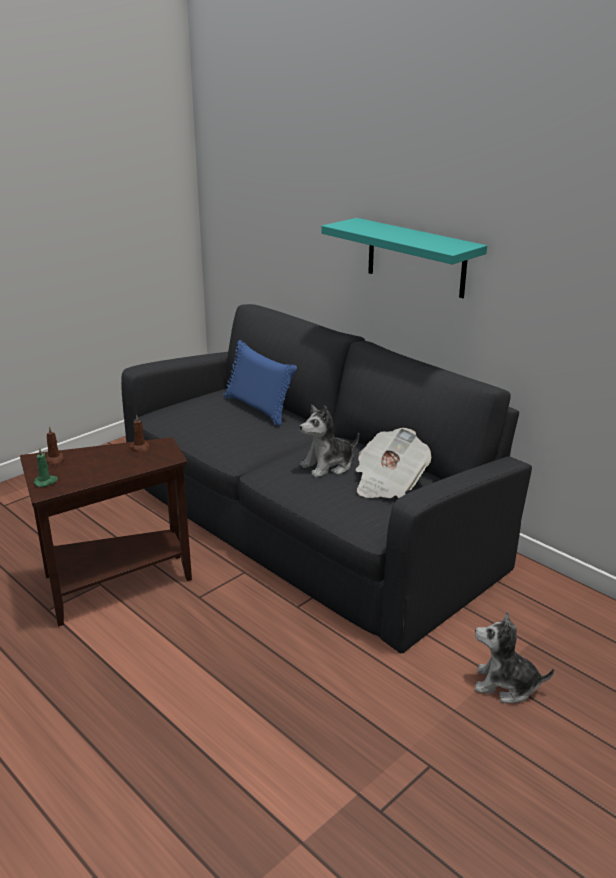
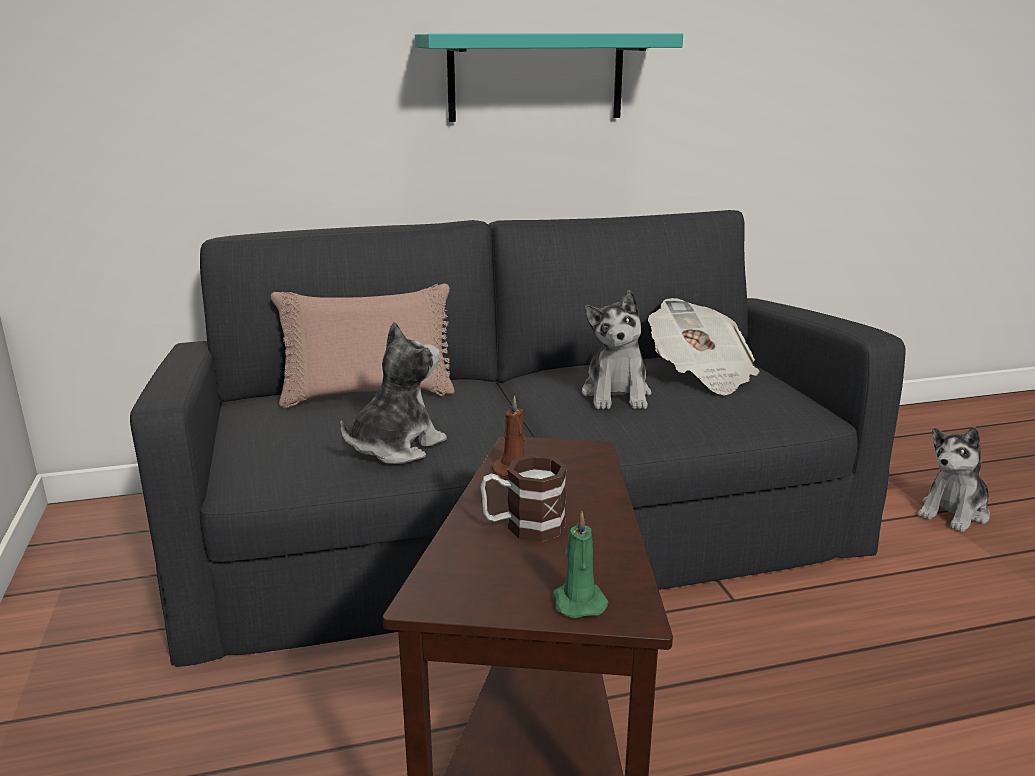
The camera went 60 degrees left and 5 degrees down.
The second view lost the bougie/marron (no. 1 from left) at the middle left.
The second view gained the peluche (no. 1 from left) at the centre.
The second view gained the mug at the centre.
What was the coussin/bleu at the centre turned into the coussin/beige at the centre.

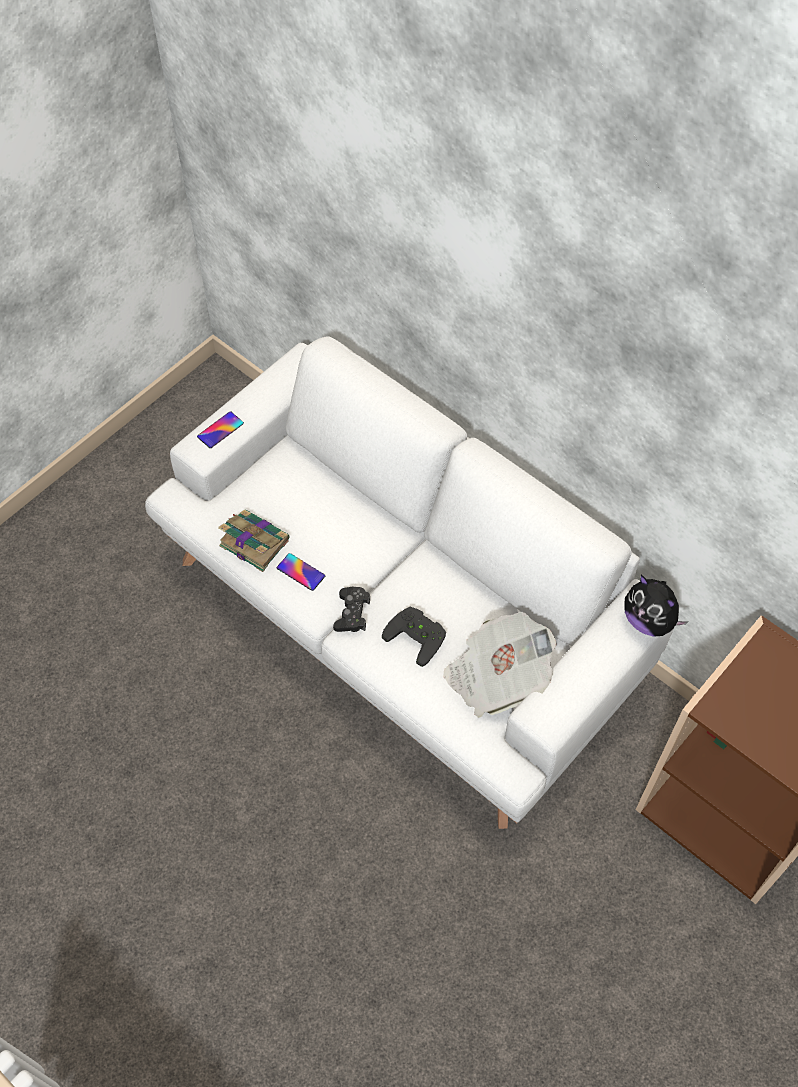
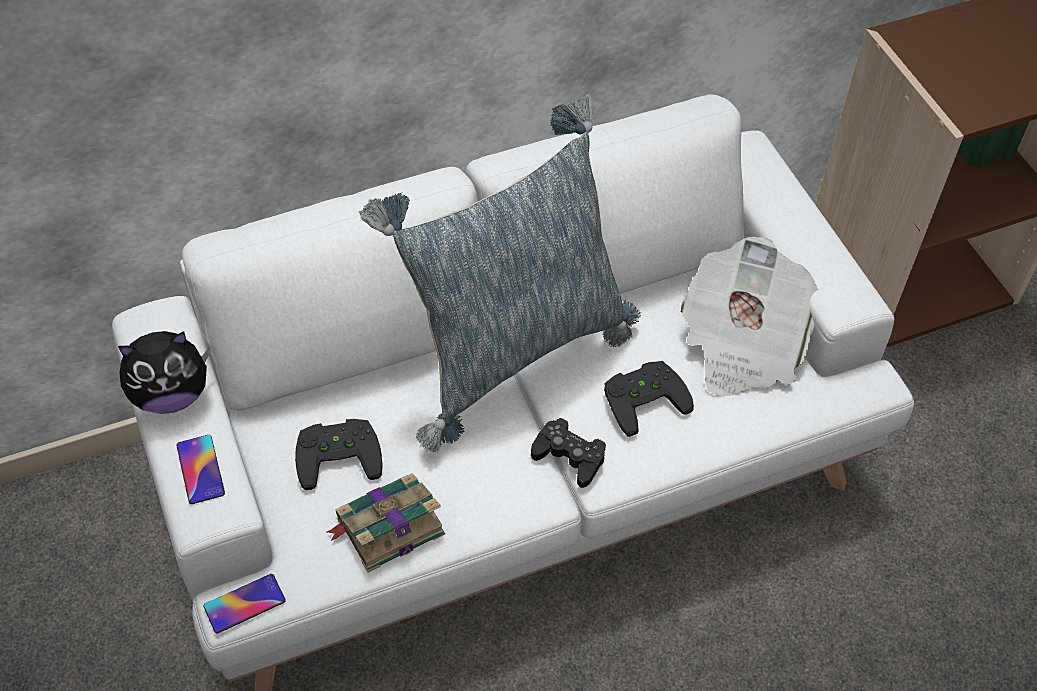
The camera went 65 degrees left and 5 degrees down.
The second view gained the manette/noir (no. 1 from left) at the middle left.
The second view gained the coussin at the centre.
The téléphone (no. 2 from left) ended up elsewhere, having gone from the centre to the bottom left.
The peluche ended up elsewhere, having gone from the middle right to the middle left.

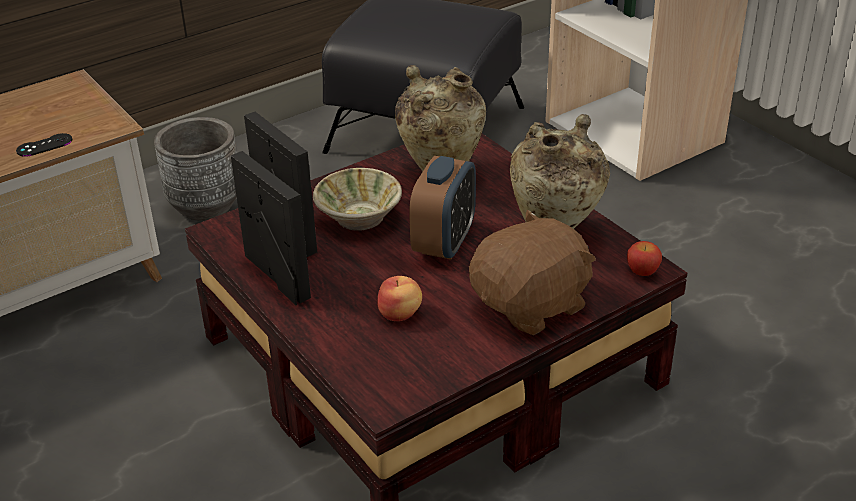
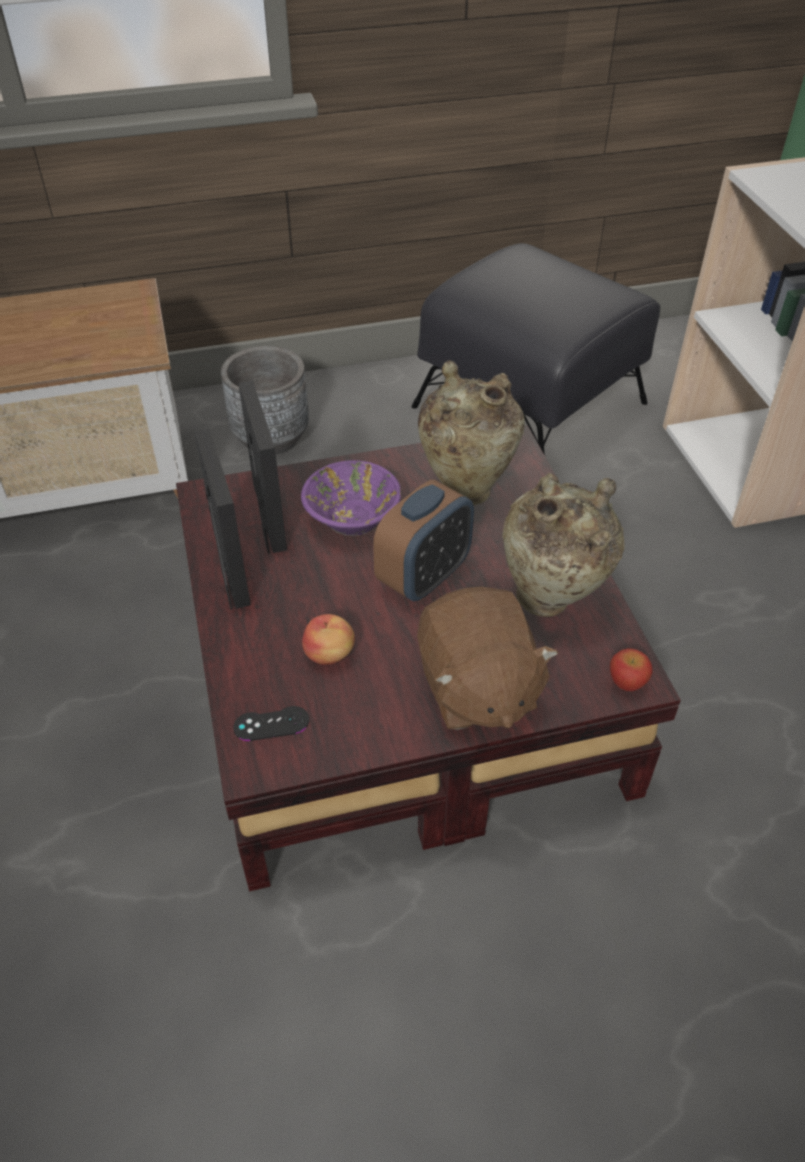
The camera went 20 degrees right and 10 degrees up.
The manette/noir ended up elsewhere, having gone from the top left to the centre.
What was the bol/beige at the centre turned into the bol/violet at the centre.
The peluche/marron at the centre ended up facing another way, 90 degrees clockwise from before.

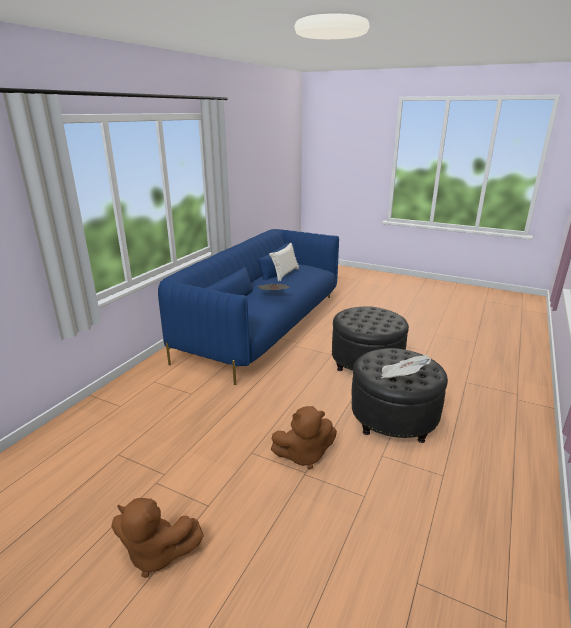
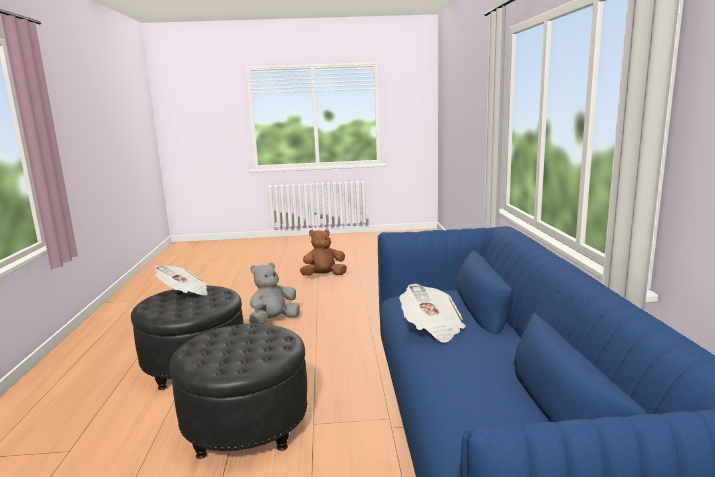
The camera went 150 degrees right and 10 degrees down.
The second view lost the coussin/blanc at the centre.
What was the peluche/marron (no. 2 from left) at the bottom centre turned into the peluche/gris at the centre.

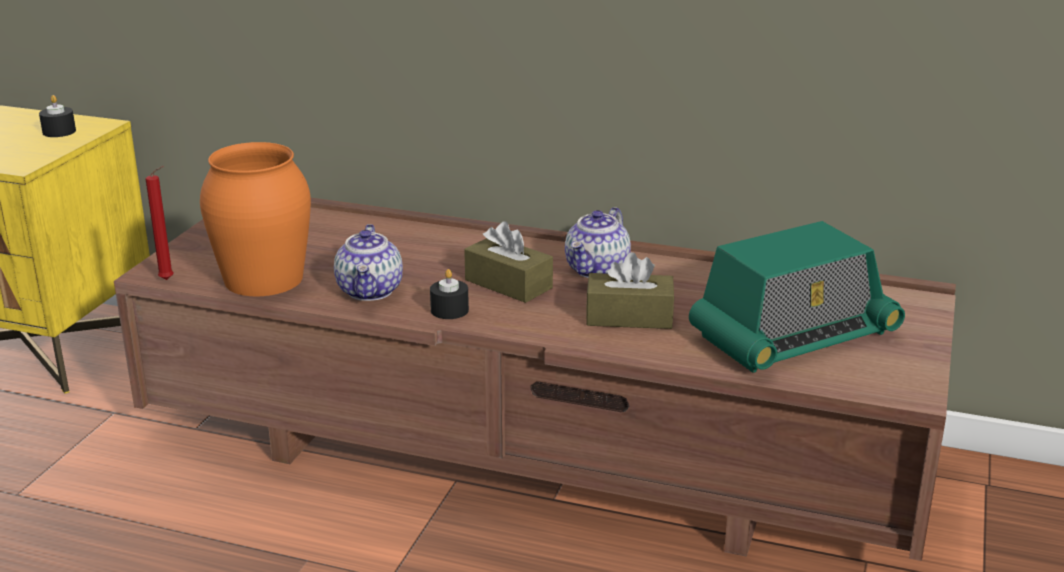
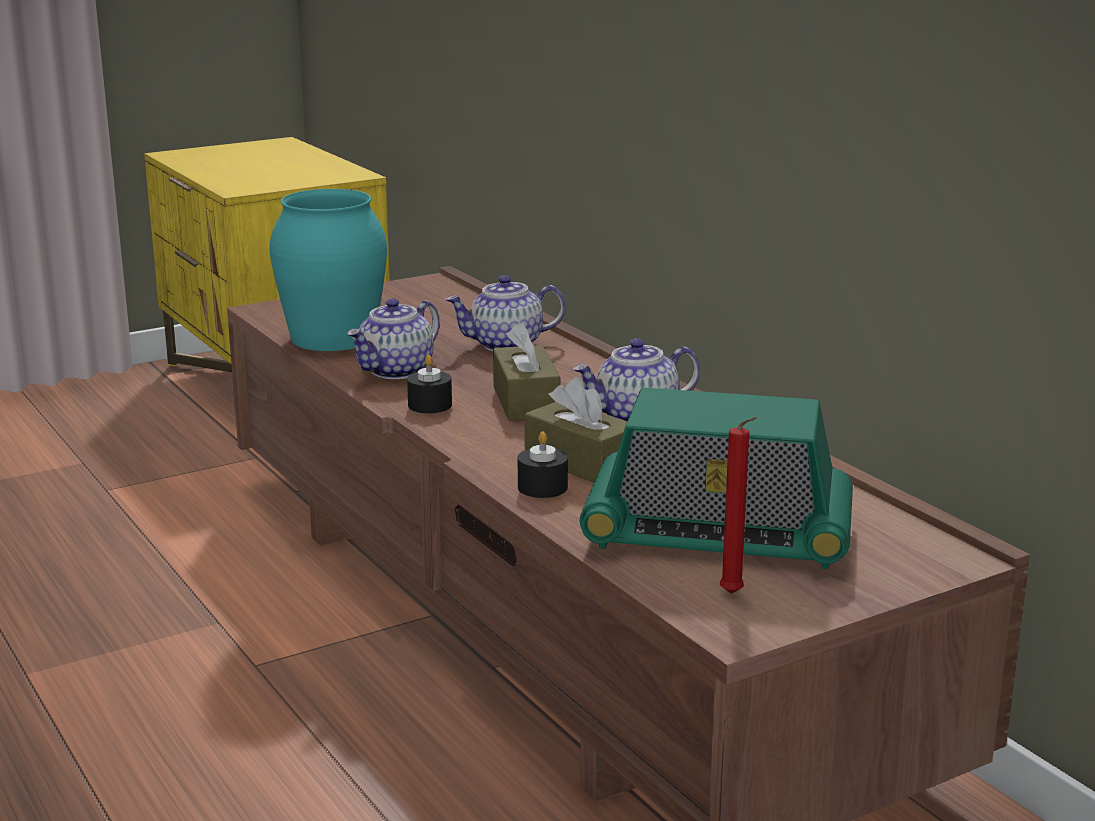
The camera went 40 degrees right and 5 degrees down.
The second view gained the théière (no. 2 from left) at the centre.
The bougie/noir (no. 1 from left in the first image) ended up elsewhere, having gone from the top left to the centre.
The bougie/rouge ended up elsewhere, having gone from the middle left to the middle right.
What was the vase/orange at the middle left turned into the vase/turquoise at the top left.

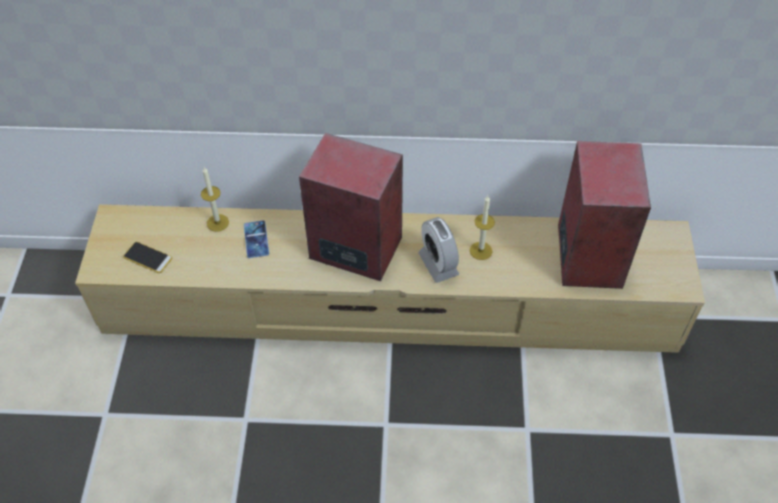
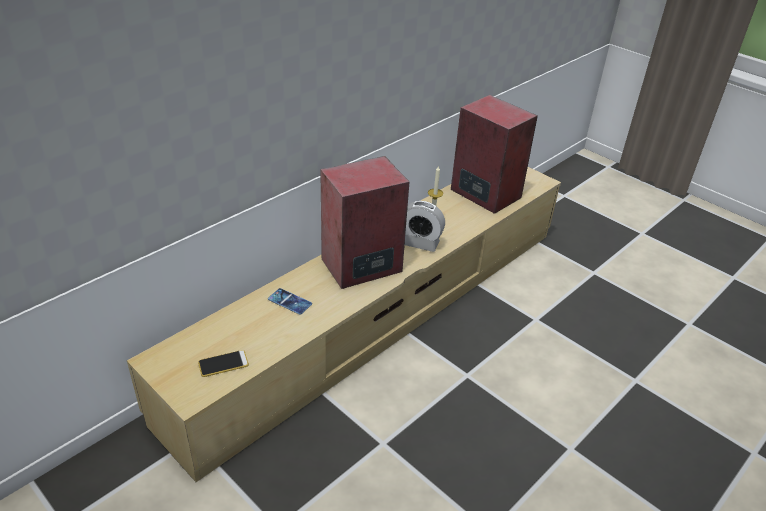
The camera went 50 degrees left and 15 degrees down.
The second view lost the bougie (no. 1 from left) at the middle left.

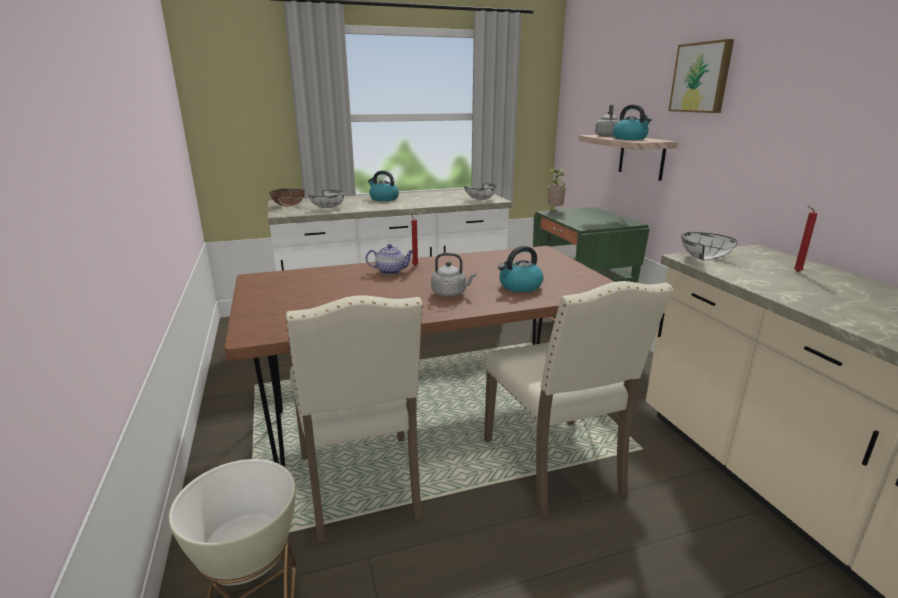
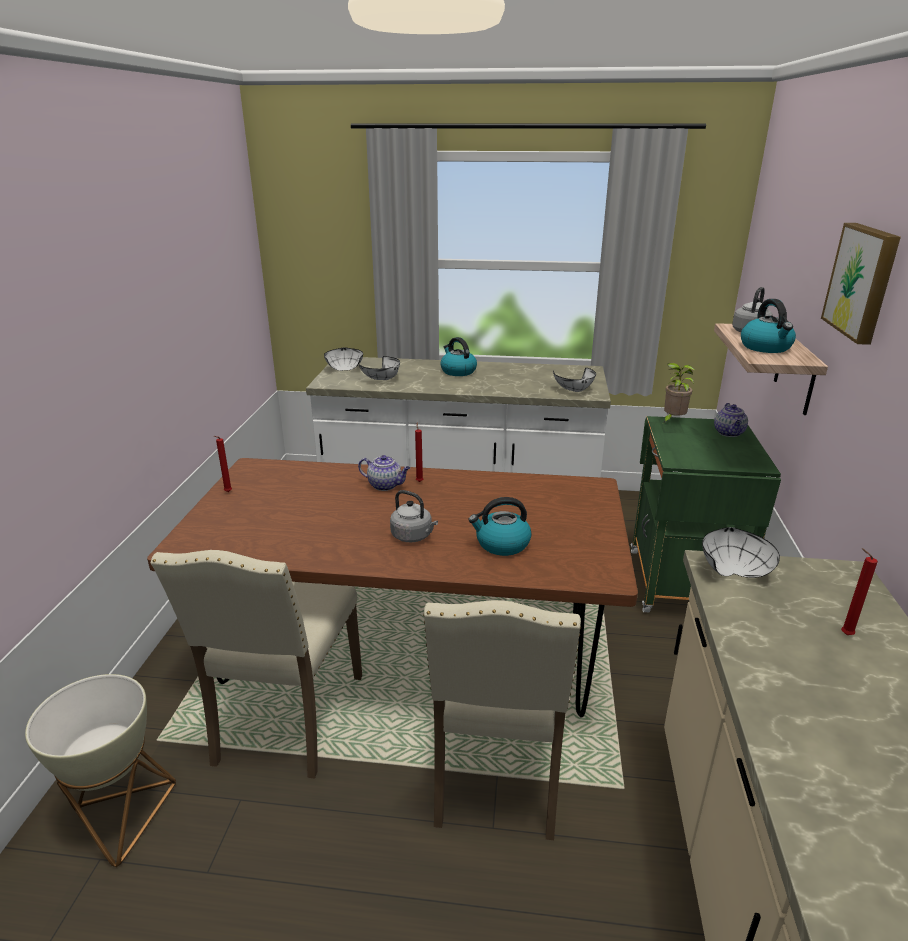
The camera went 25 degrees right and 5 degrees up.
The second view gained the bougie/rouge (no. 1 from left) at the middle left.
The second view gained the théière (no. 2 from left) at the middle right.
What was the bol/marron at the top left turned into the bol/blanc (no. 1 from left) at the centre.

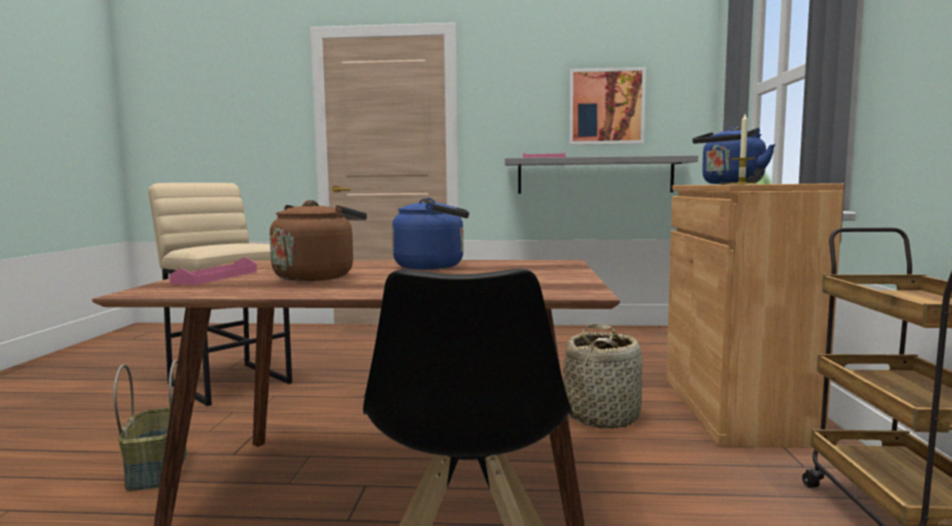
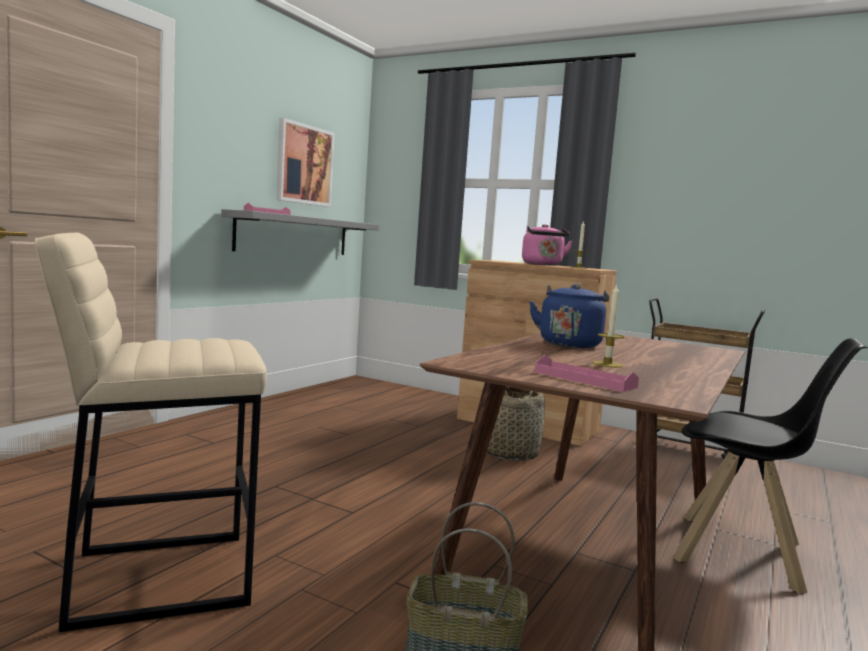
The camera went 65 degrees left and 0 degrees up.
Where the bouilloire/marron stood at the centre, the bougie (no. 2 from left) came to stand at the middle right.
What was the bouilloire/bleu (no. 2 from left) at the top right turned into the bouilloire/rose at the centre.

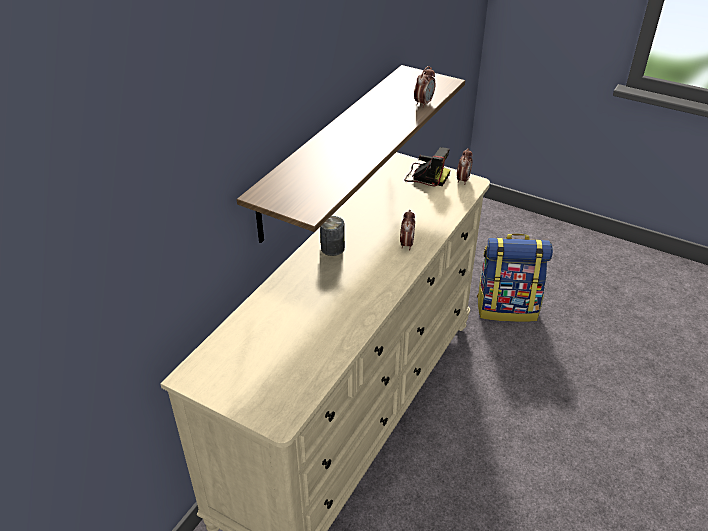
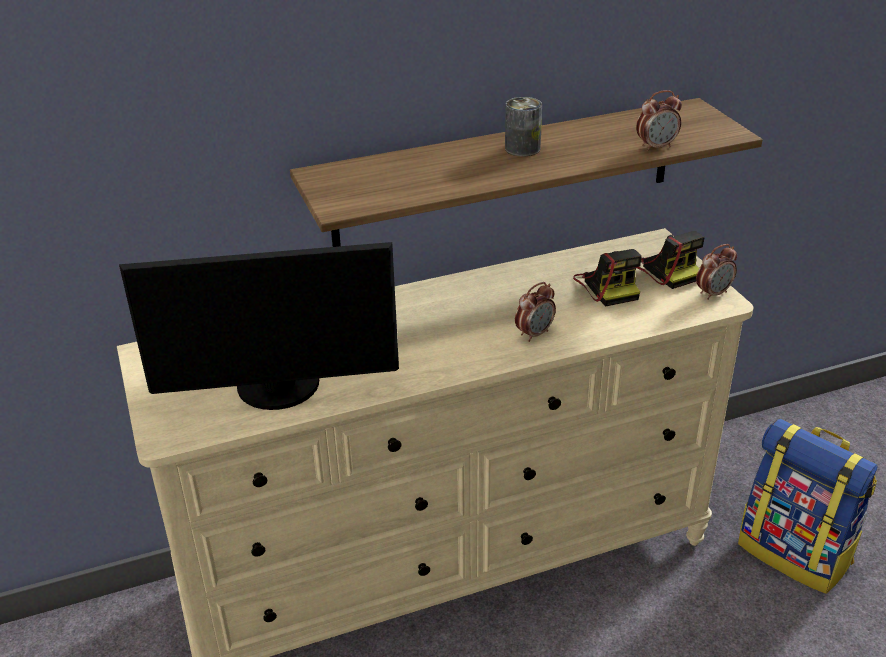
The camera went 40 degrees right and 5 degrees down.
The second view gained the écran d'ordinateur at the middle left.
The second view gained the appareil photo (no. 1 from left) at the middle right.
The boîte métallique ended up elsewhere, having gone from the centre to the top centre.

